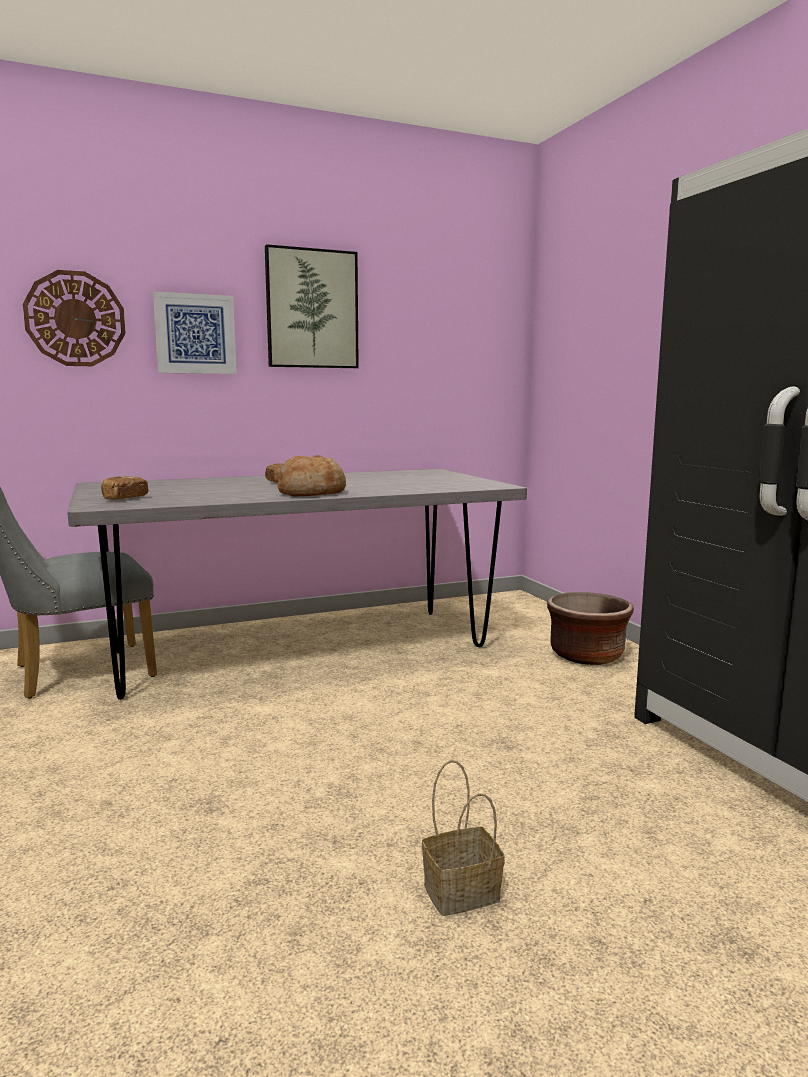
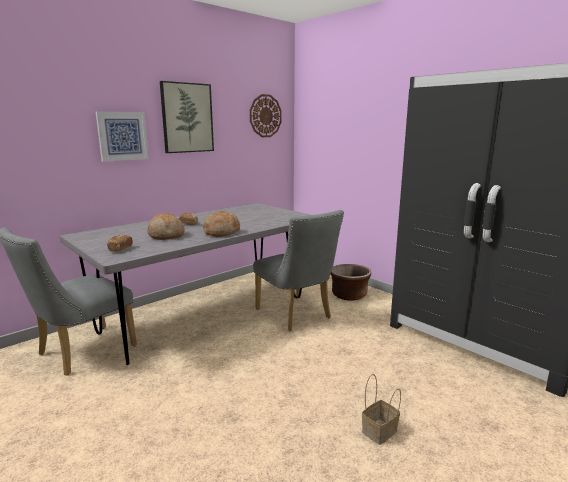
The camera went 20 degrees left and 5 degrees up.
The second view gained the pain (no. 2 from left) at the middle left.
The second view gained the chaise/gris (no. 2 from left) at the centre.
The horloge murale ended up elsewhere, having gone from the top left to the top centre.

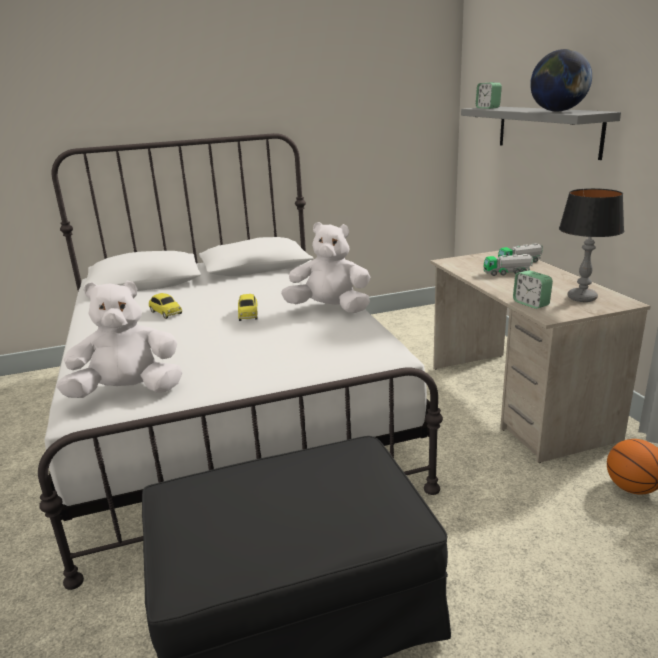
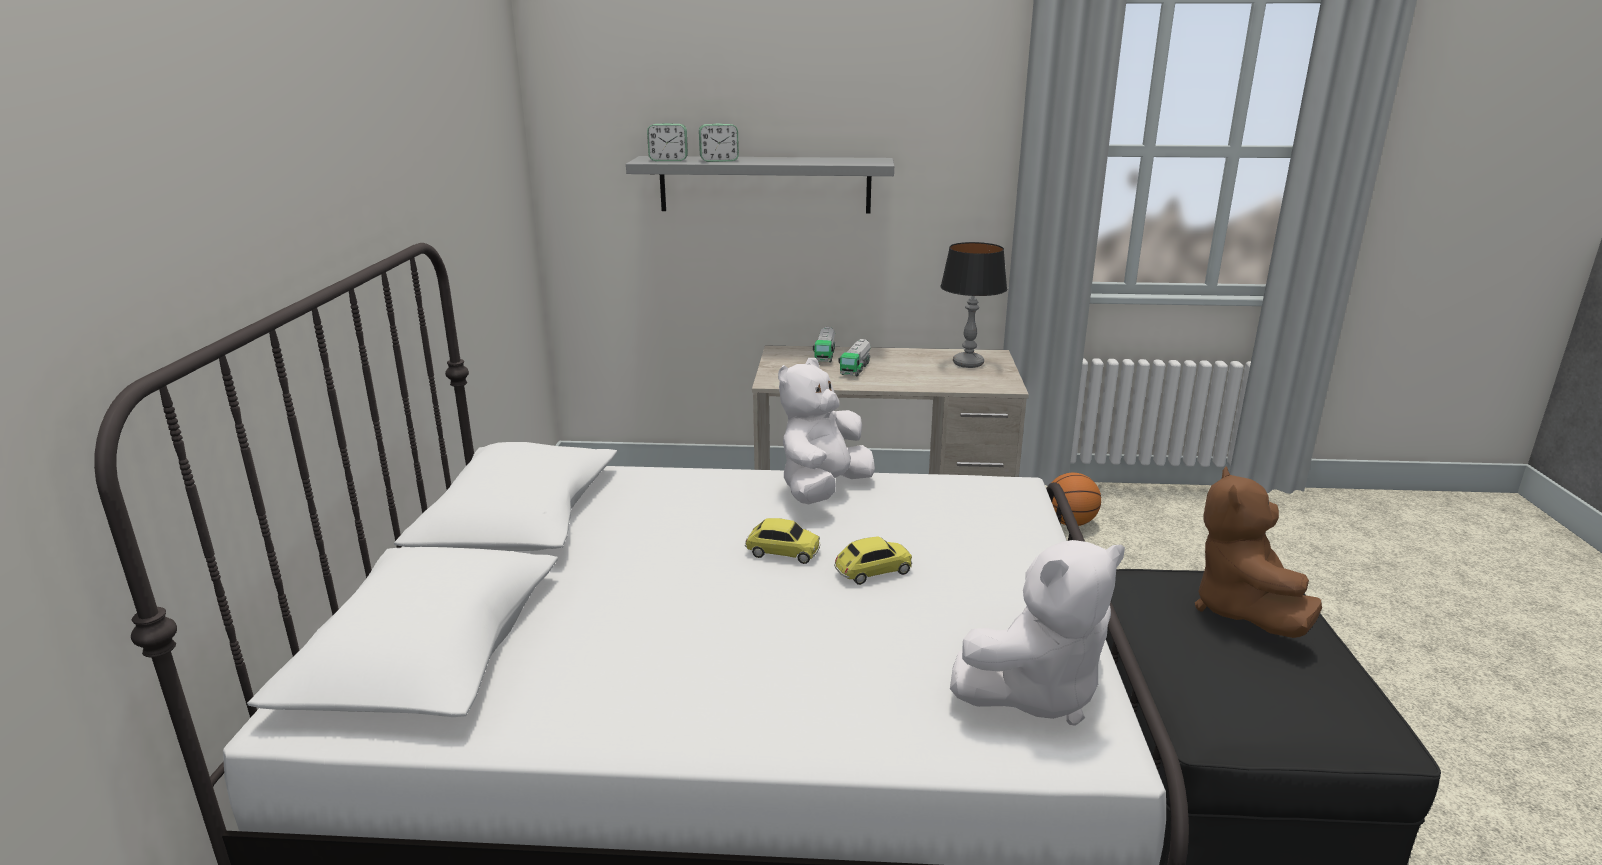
The camera went 70 degrees left and 0 degrees up.
The second view lost the globe at the top right.
The second view gained the peluche/marron at the middle right.
The petite voiture (no. 1 from left in the first image) ended up elsewhere, having gone from the middle left to the centre.
The réveil (no. 2 from left) ended up elsewhere, having gone from the middle right to the top centre.
The peluche/blanc (no. 1 from left in the first image) at the middle left ended up facing another way, 120 degrees counterclockwise from before.

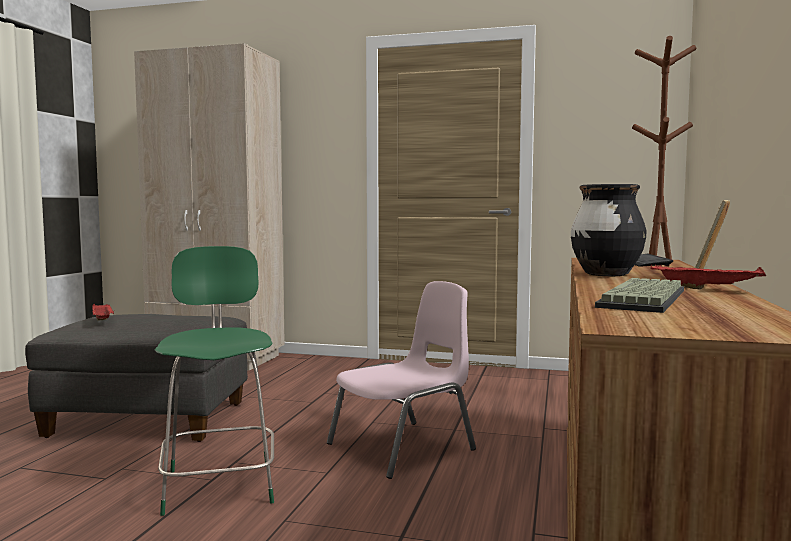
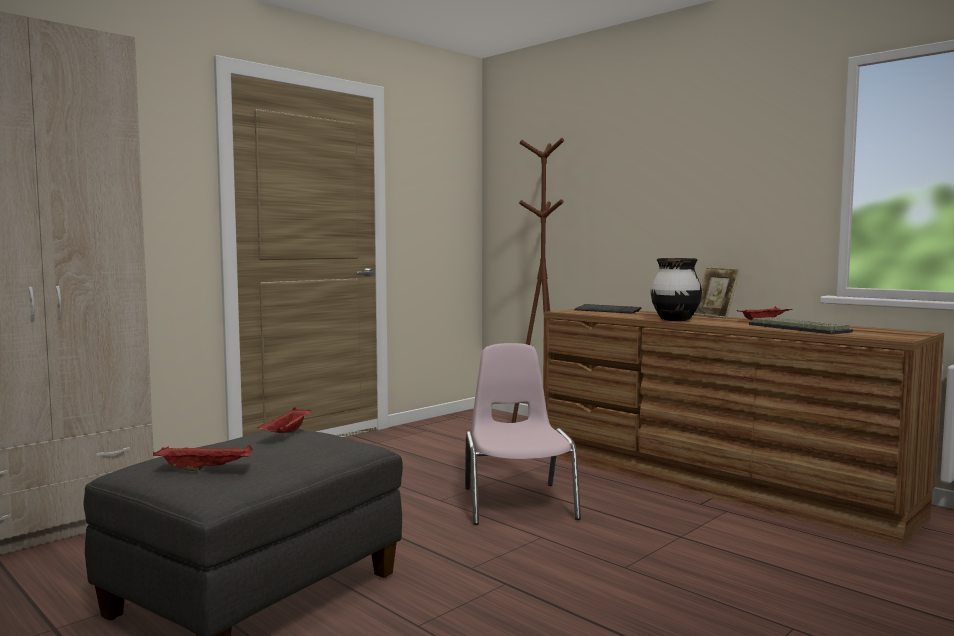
The camera went 60 degrees left and 0 degrees up.
The second view lost the chaise/vert at the bottom left.
The second view gained the plateau/rouge (no. 2 from left) at the middle left.

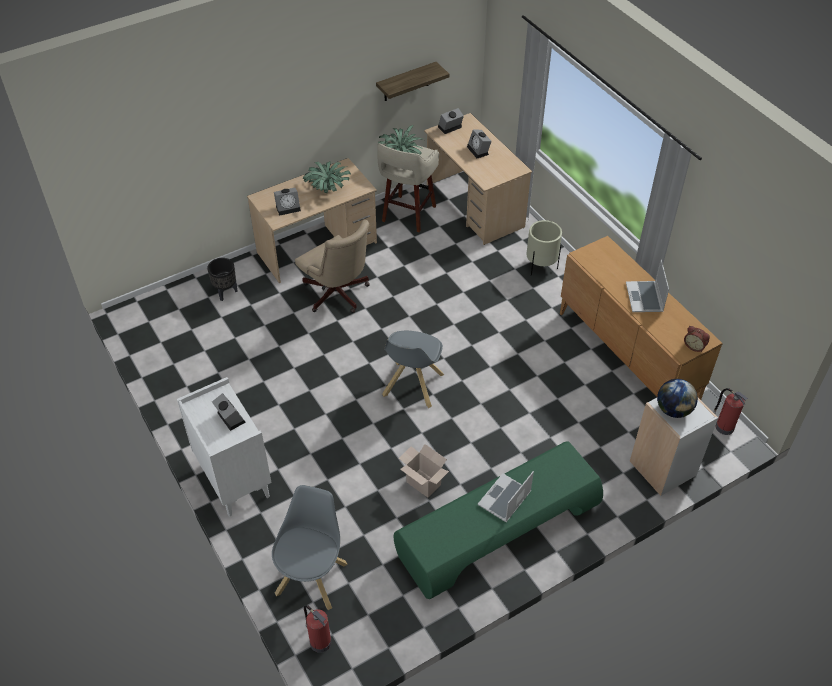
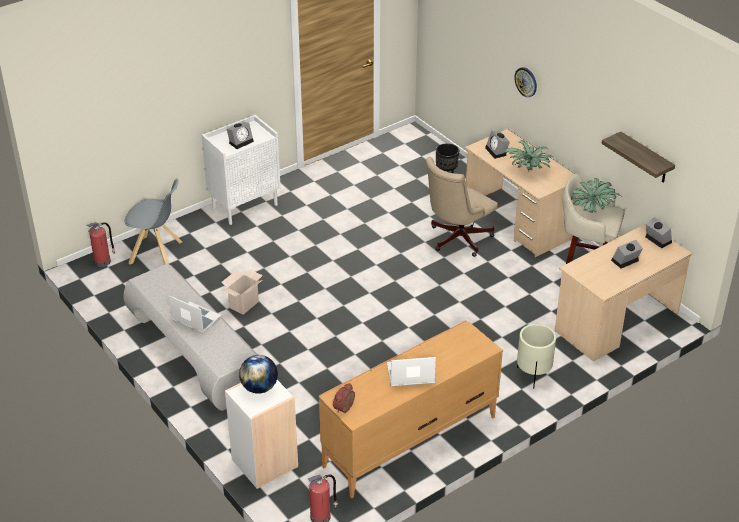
The camera went 85 degrees right and 10 degrees down.
The second view lost the chaise/gris (no. 2 from left) at the centre.
The second view gained the horloge murale at the top right.
What was the banc/vert at the bottom centre turned into the banc/gris at the middle left.

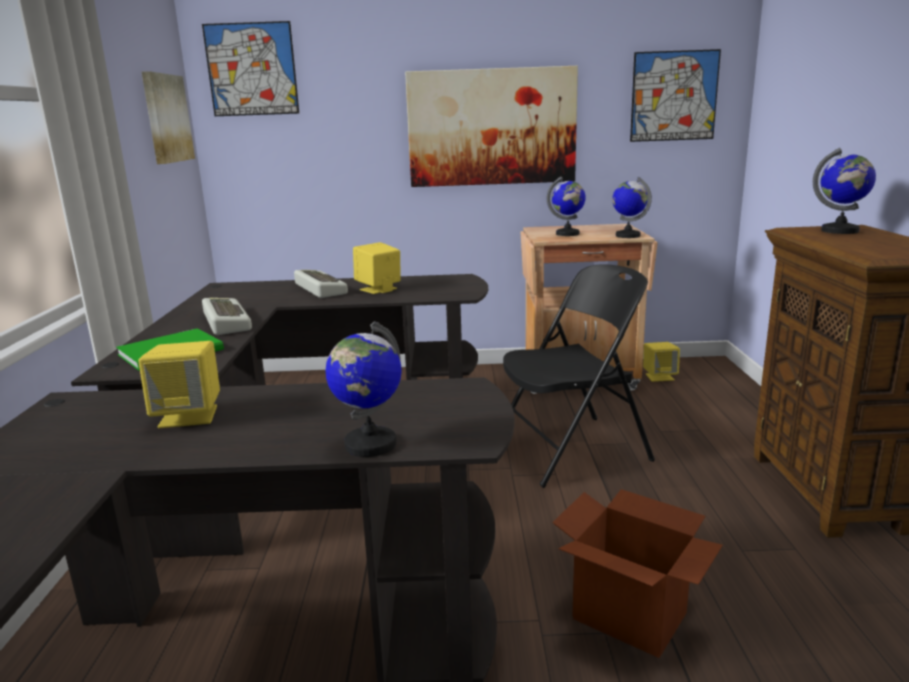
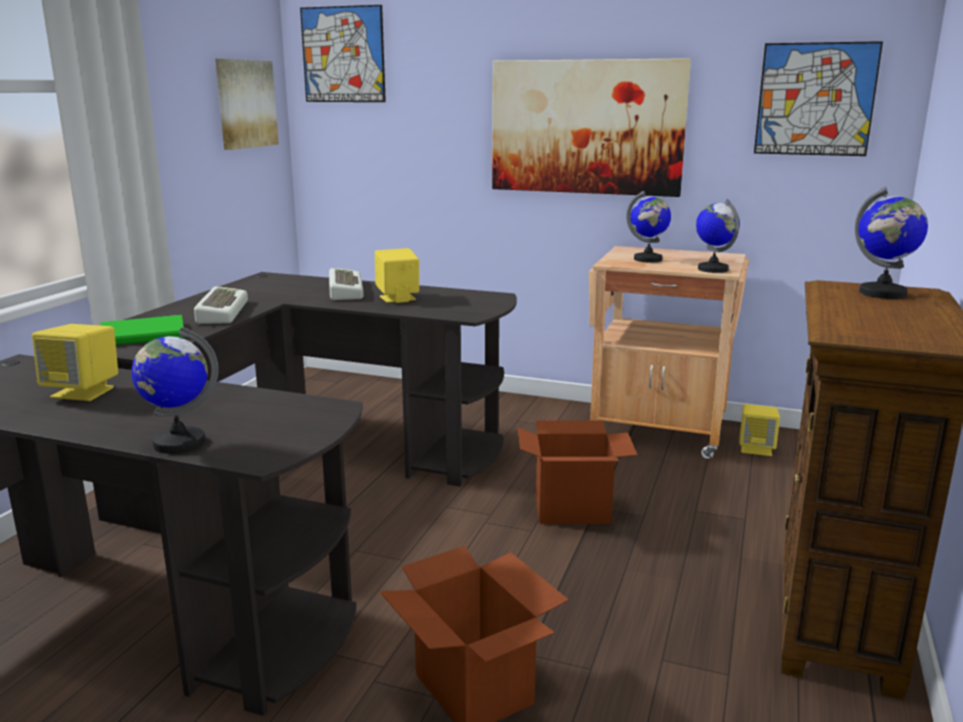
The camera went 20 degrees right and 0 degrees up.
Where the chaise/noir stood at the centre, the carton (no. 2 from left) came to stand at the centre.

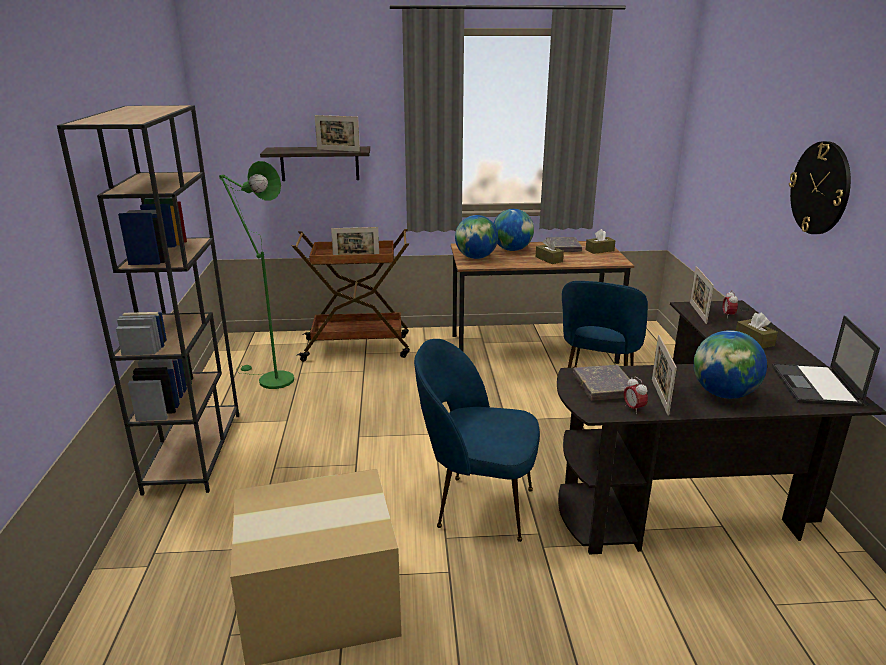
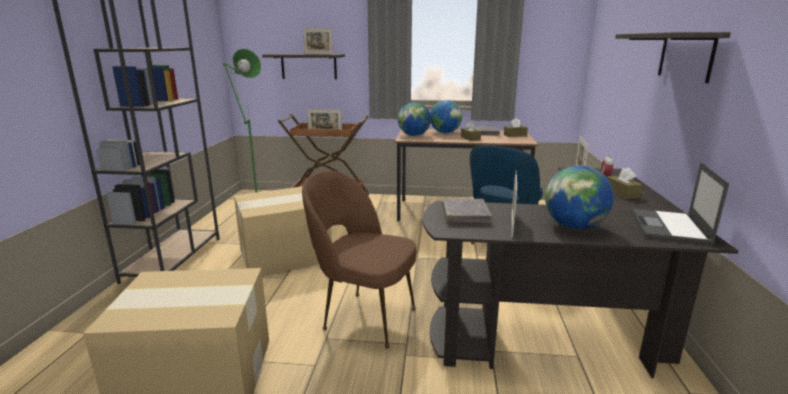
The camera went 10 degrees right and 5 degrees down.
The second view lost the réveil (no. 1 from left) at the middle right.
The second view gained the carton (no. 2 from left) at the centre.
Where the horloge murale hung at the top right, the étagère (no. 2 from left) came to hang at the top right.
What was the chaise/bleu (no. 1 from left) at the centre turned into the chaise/marron at the centre.

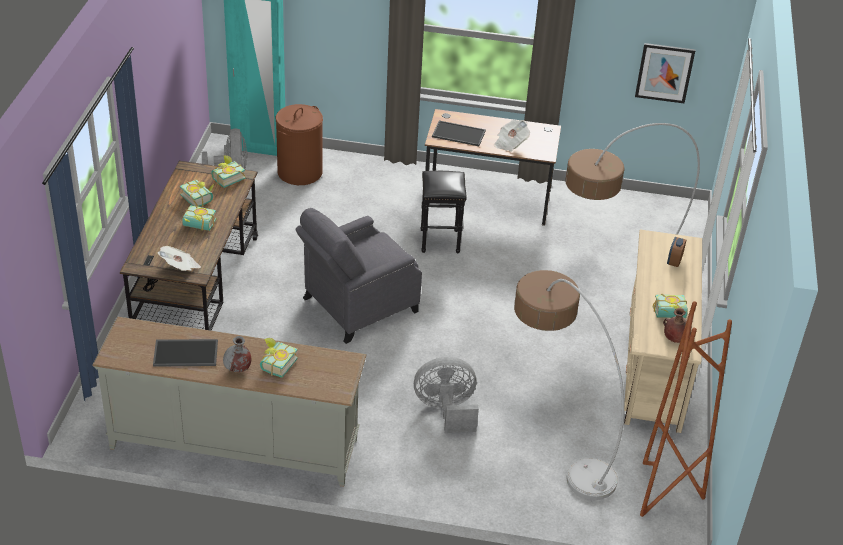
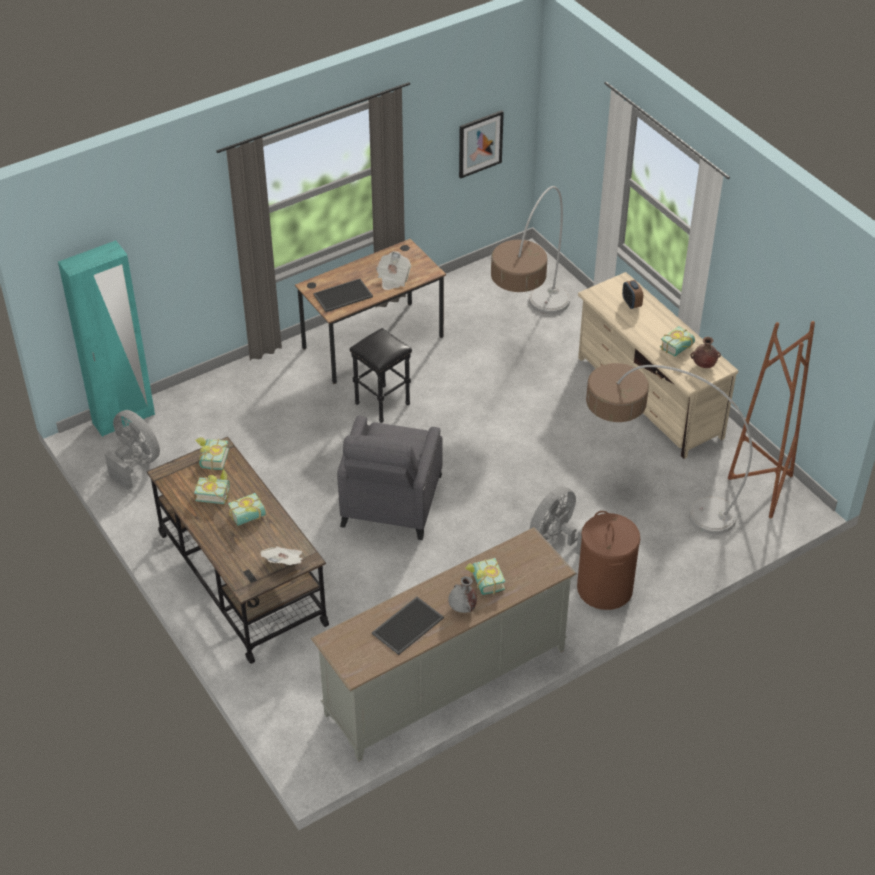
The camera went 40 degrees left and 5 degrees up.
The panier à linge/marron ended up elsewhere, having gone from the top centre to the middle right.

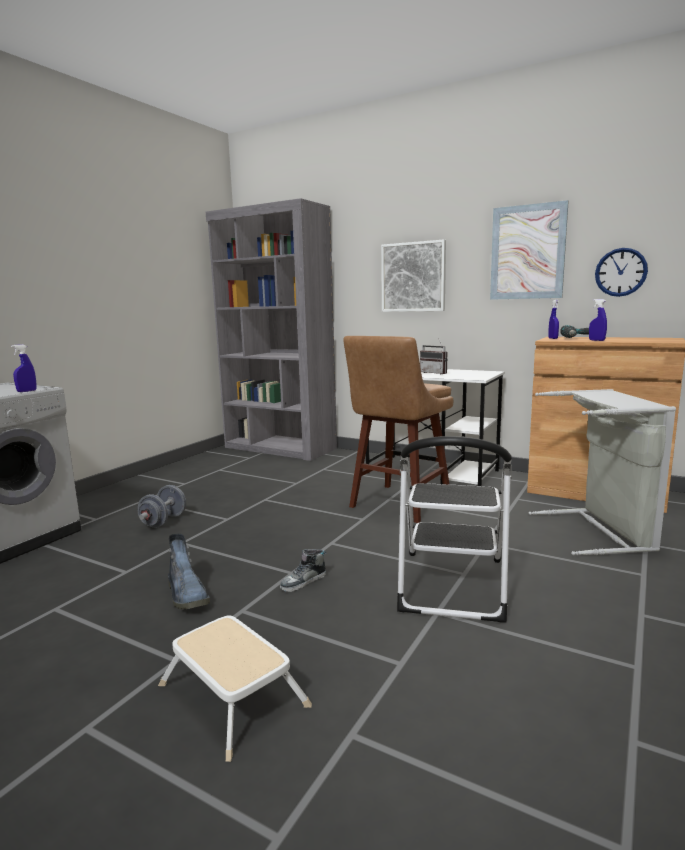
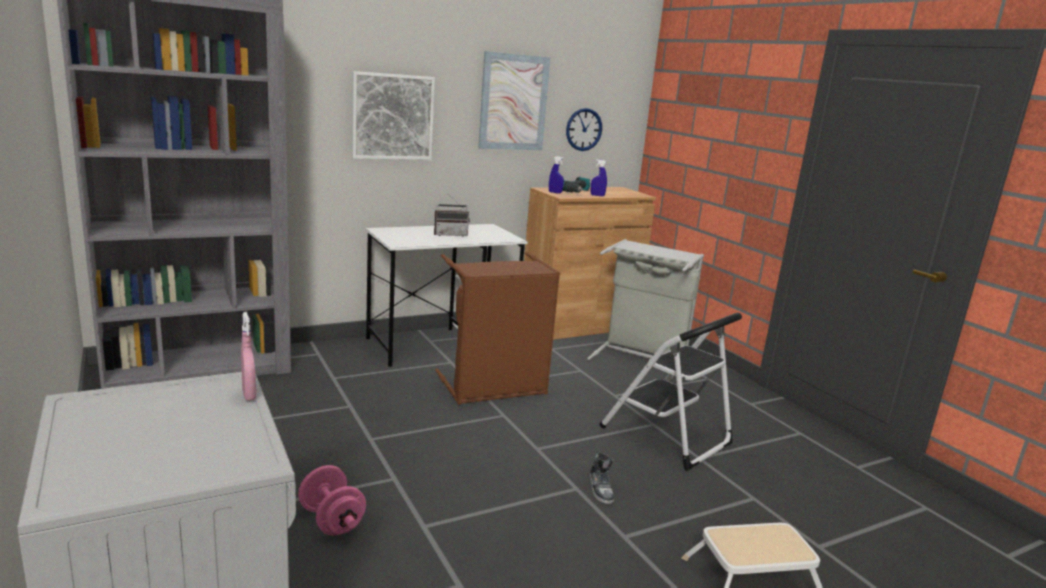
The camera went 60 degrees left and 5 degrees up.
The second view lost the botte at the bottom left.
Where the tabouret/marron stood at the centre, the panier à linge/marron came to stand at the centre.
What was the vaporisateur/bleu (no. 1 from left) at the middle left turned into the vaporisateur/rose at the middle left.
What was the haltère/gris at the middle left turned into the haltère/rose at the bottom left.

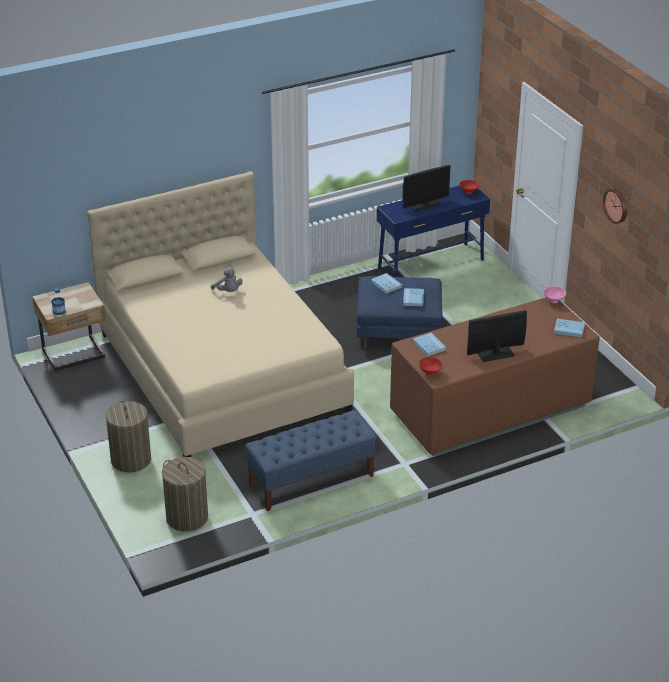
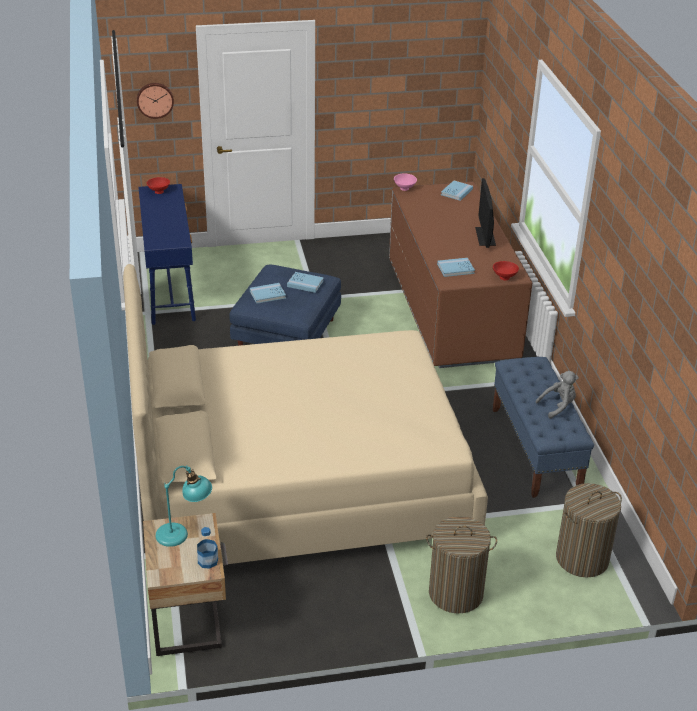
The camera went 75 degrees left and 0 degrees up.
The second view lost the écran d'ordinateur (no. 1 from left) at the top centre.
The second view gained the lampe de table/turquoise at the bottom left.
The peluche/gris ended up elsewhere, having gone from the centre to the middle right.
The horloge murale ended up elsewhere, having gone from the top right to the top left.

